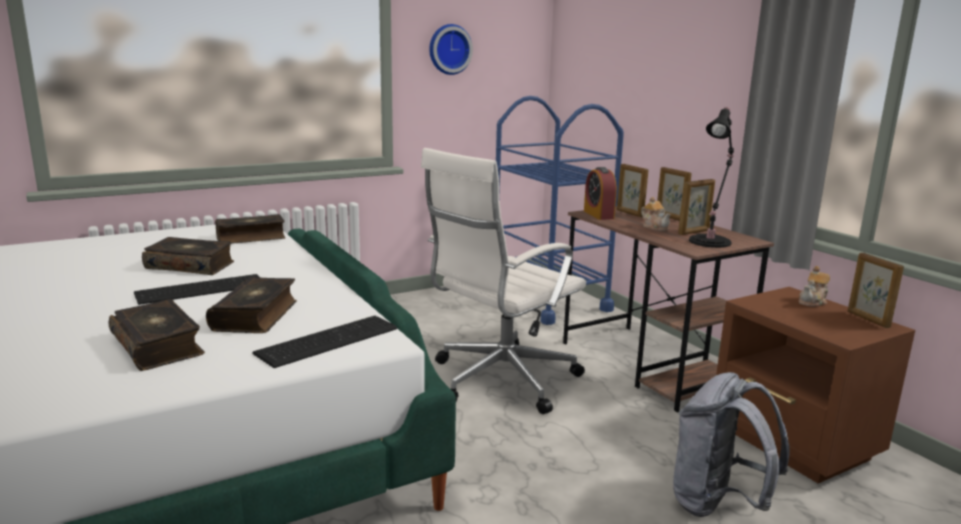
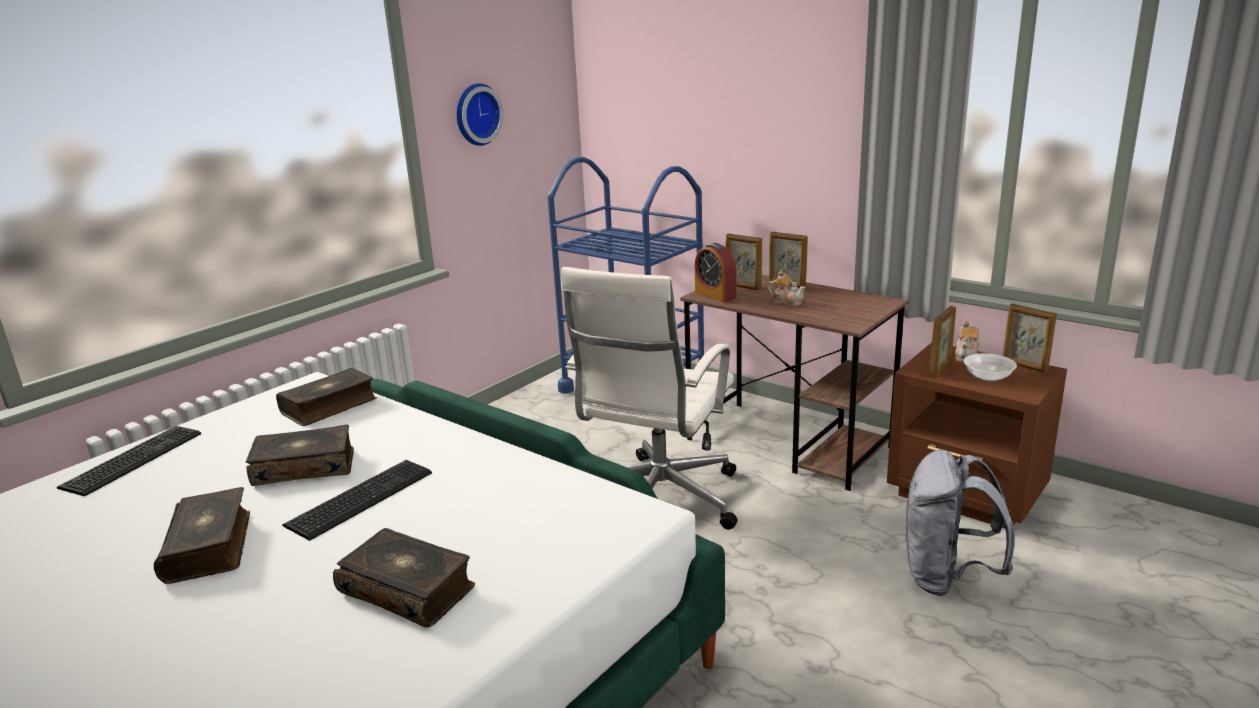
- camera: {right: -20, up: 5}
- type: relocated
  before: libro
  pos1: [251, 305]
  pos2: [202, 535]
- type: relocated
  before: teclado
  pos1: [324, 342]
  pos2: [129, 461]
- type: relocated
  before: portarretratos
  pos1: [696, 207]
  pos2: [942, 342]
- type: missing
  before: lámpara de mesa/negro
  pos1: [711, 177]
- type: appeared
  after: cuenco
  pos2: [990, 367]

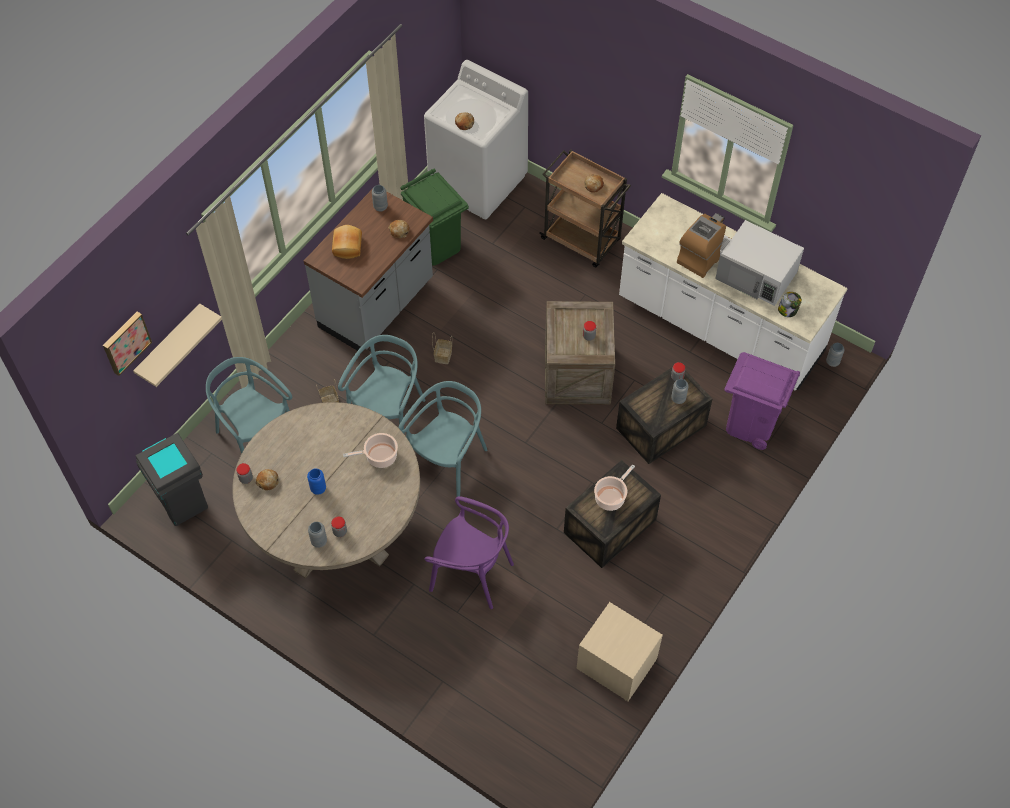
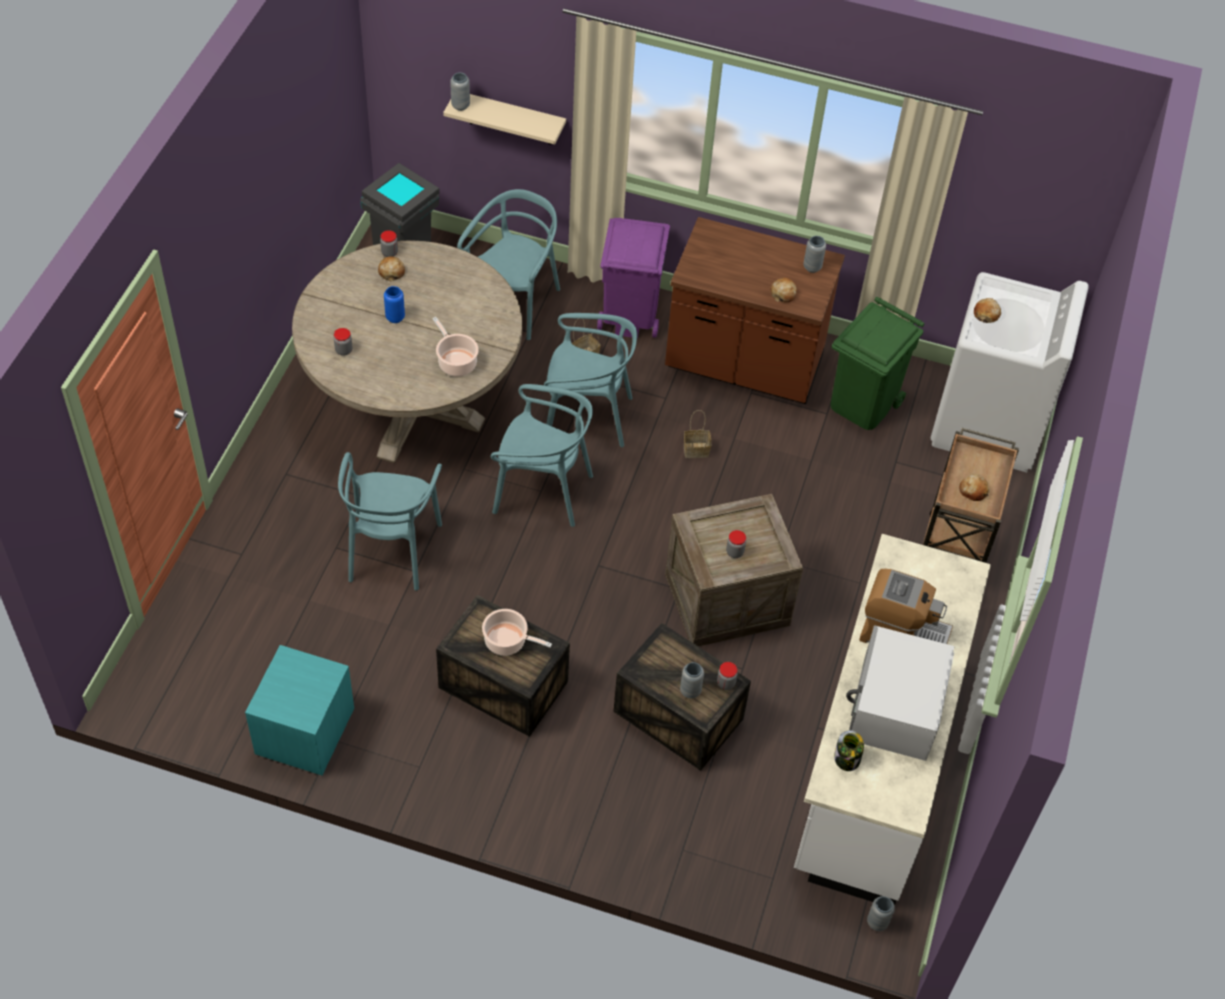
- camera: {right: 70, up: -5}
- type: missing
  before: cuadro
  pos1: [127, 344]
- type: colour
  before: mueble bajo de cocina/gris
  after: mueble bajo de cocina/marrón
  pos1: [368, 270]
  pos2: [755, 310]
- type: relocated
  before: florero/gris
  pos1: [317, 535]
  pos2: [460, 91]
- type: missing
  before: pan
  pos1: [347, 242]
- type: colour
  before: silla/morado
  after: silla/turquesa
  pos1: [469, 552]
  pos2: [390, 521]
- type: colour
  before: mesita de noche/beis
  after: mesita de noche/turquesa
  pos1: [620, 651]
  pos2: [299, 710]
- type: relocated
  before: papelera/morado
  pos1: [762, 401]
  pos2: [633, 278]

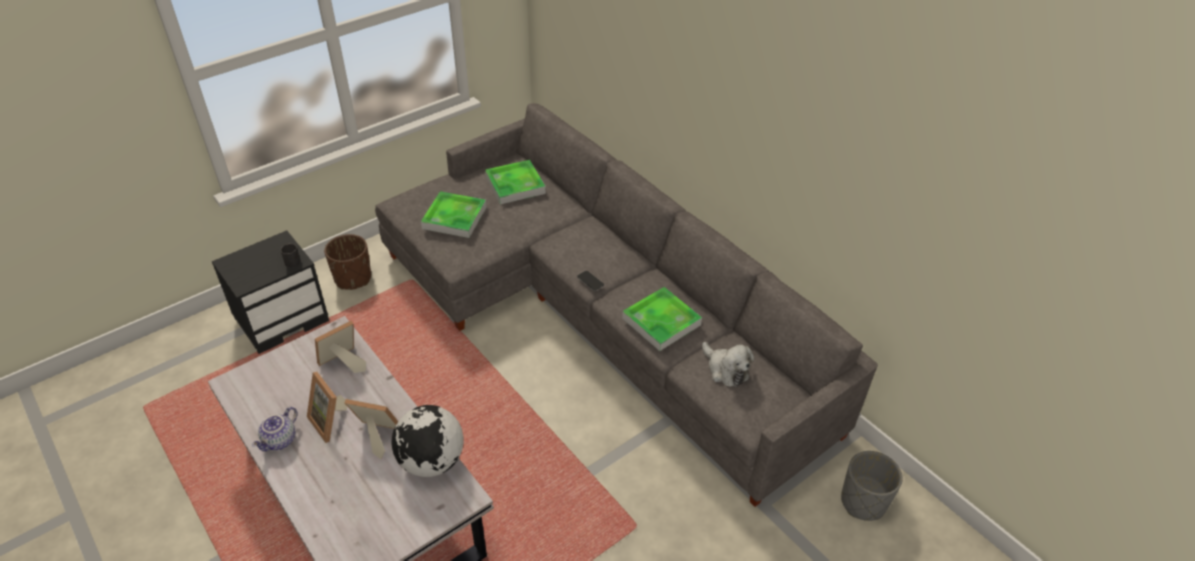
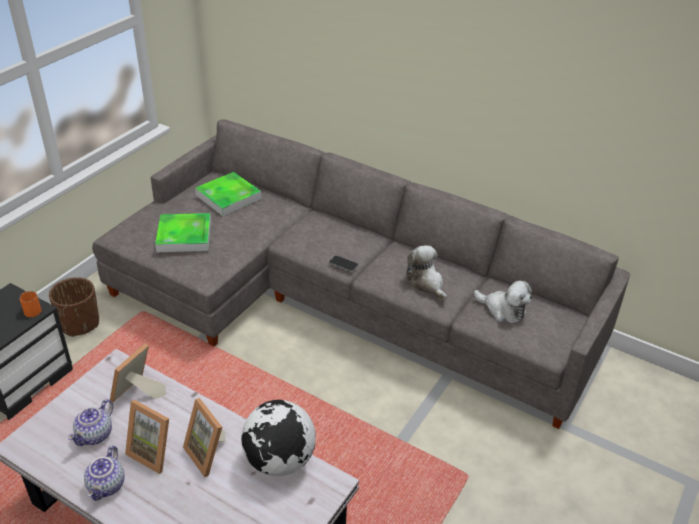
- camera: {right: -20, up: -5}
- type: colour
  before: taza grande/negro
  after: taza grande/naranja
  pos1: [291, 255]
  pos2: [30, 304]
- type: spun
  before: portarretratos
  pos1: [371, 429]
  pos2: [204, 437]
  turn: -120
- type: exchanged
  before: bandeja
  after: peluche
  pos1: [662, 319]
  pos2: [426, 272]
- type: missing
  before: maceta/gris
  pos1: [872, 486]
- type: appeared
  after: tetera
  pos2: [90, 422]

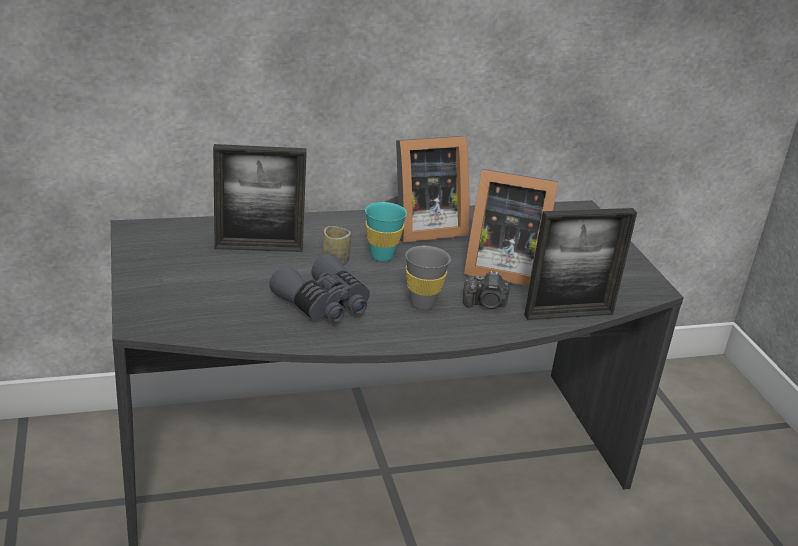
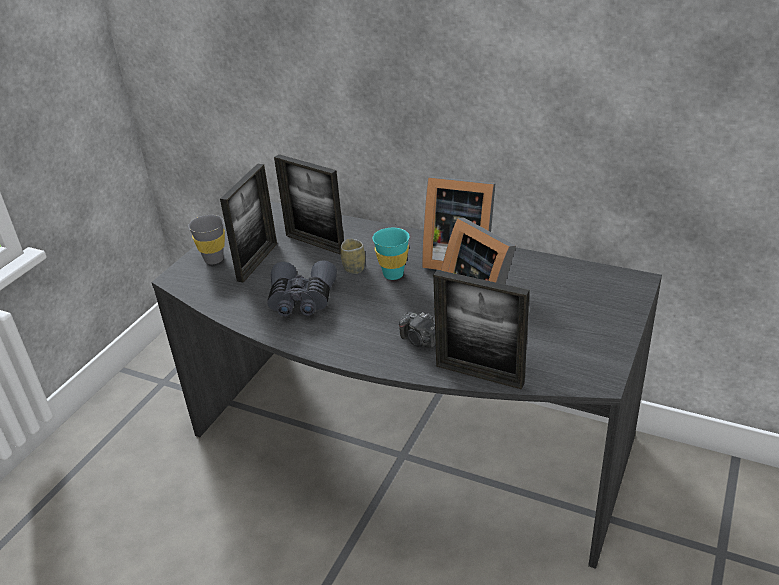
- camera: {right: 45, up: 5}
- type: relocated
  before: taza/gris
  pos1: [428, 278]
  pos2: [206, 239]
- type: appeared
  after: portarretratos
  pos2: [248, 223]

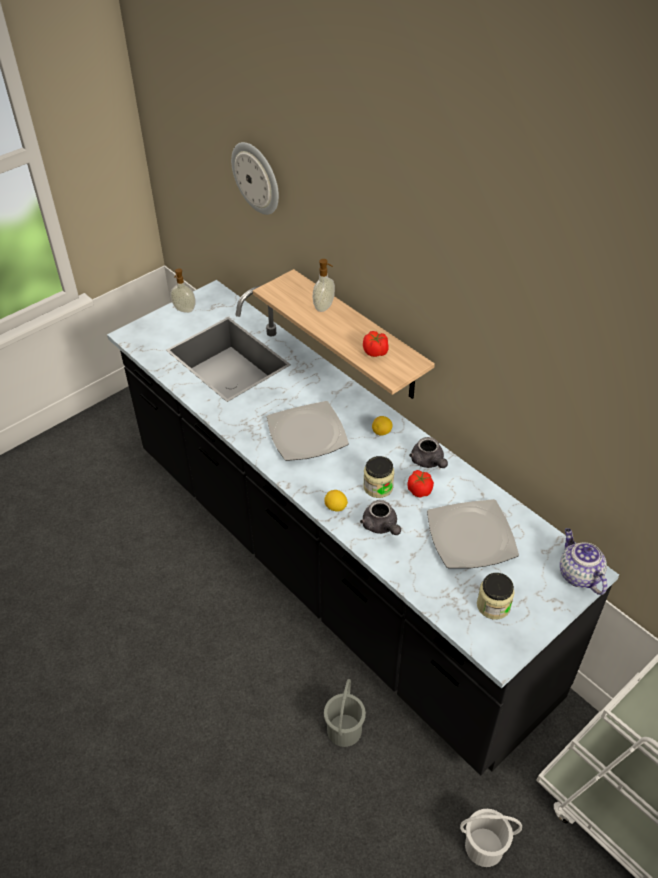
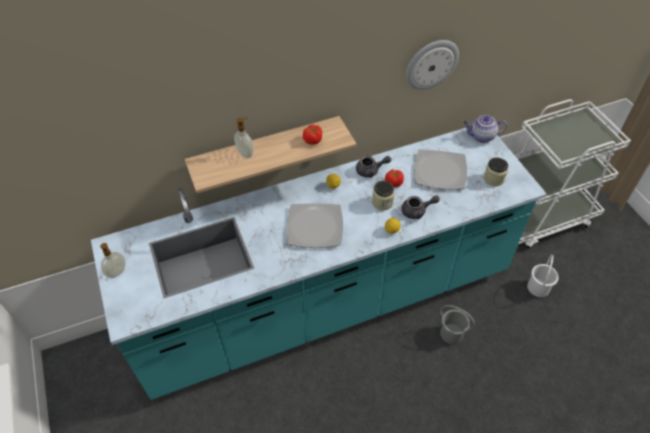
- camera: {right: -70, up: 5}
- type: colour
  before: mueble bajo de cocina/negro
  after: mueble bajo de cocina/turquesa
  pos1: [363, 527]
  pos2: [319, 264]
- type: relocated
  before: reloj de pared
  pos1: [255, 178]
  pos2: [432, 65]

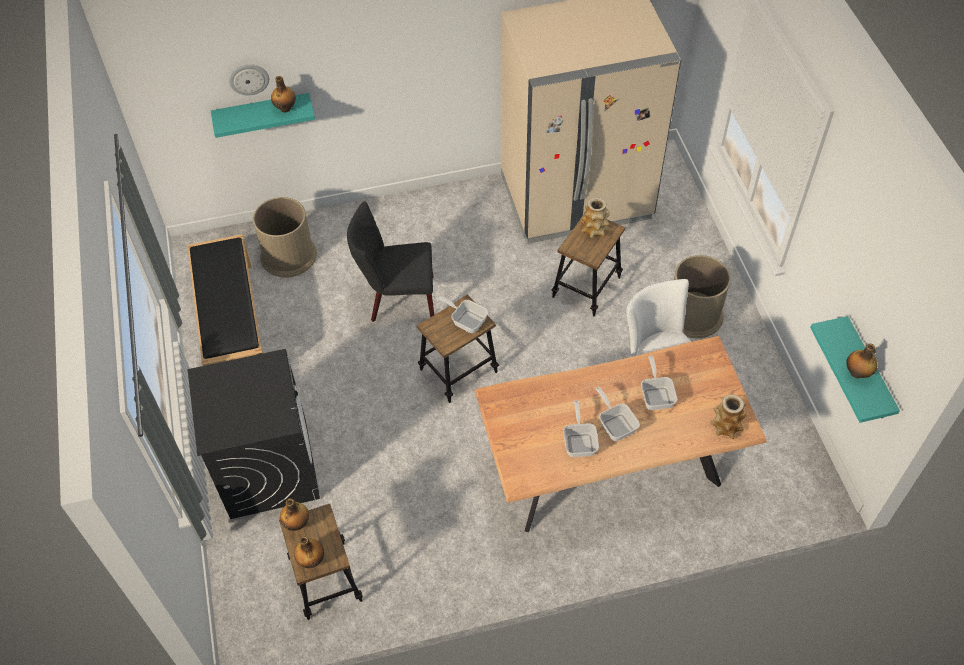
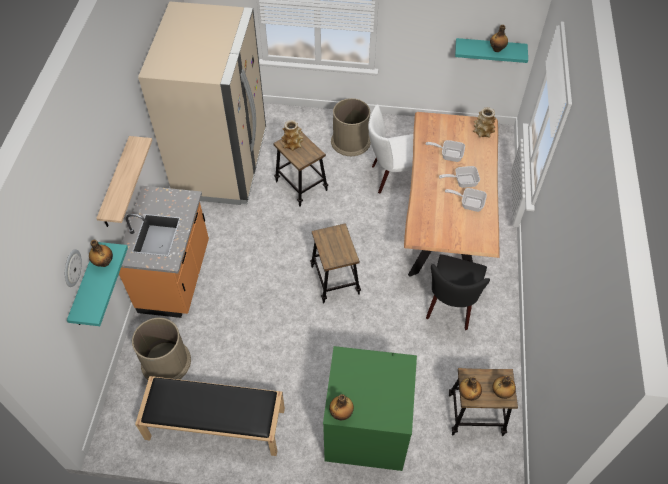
- camera: {right: -70, up: 0}
- type: colour
  before: lavadora/negro
  after: lavadora/verde
  pos1: [253, 434]
  pos2: [370, 408]
- type: relocated
  before: silla/negro
  pos1: [390, 261]
  pos2: [458, 292]
- type: missing
  before: sartén
  pos1: [462, 314]
- type: appeared
  after: estante
  pos2: [124, 181]
- type: appeared
  after: mueble bajo de cocina/naranja
  pos2: [164, 252]
- type: appeared
  after: botella
  pos2: [341, 407]

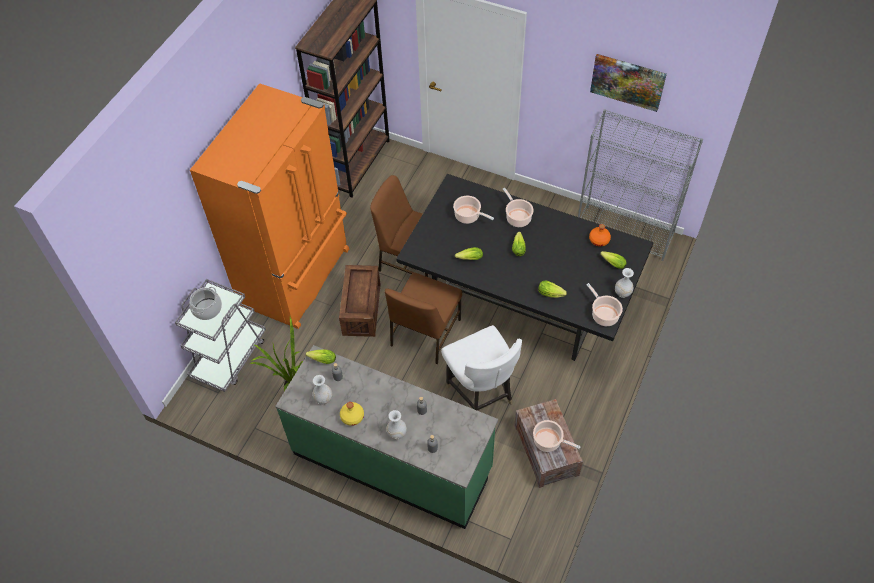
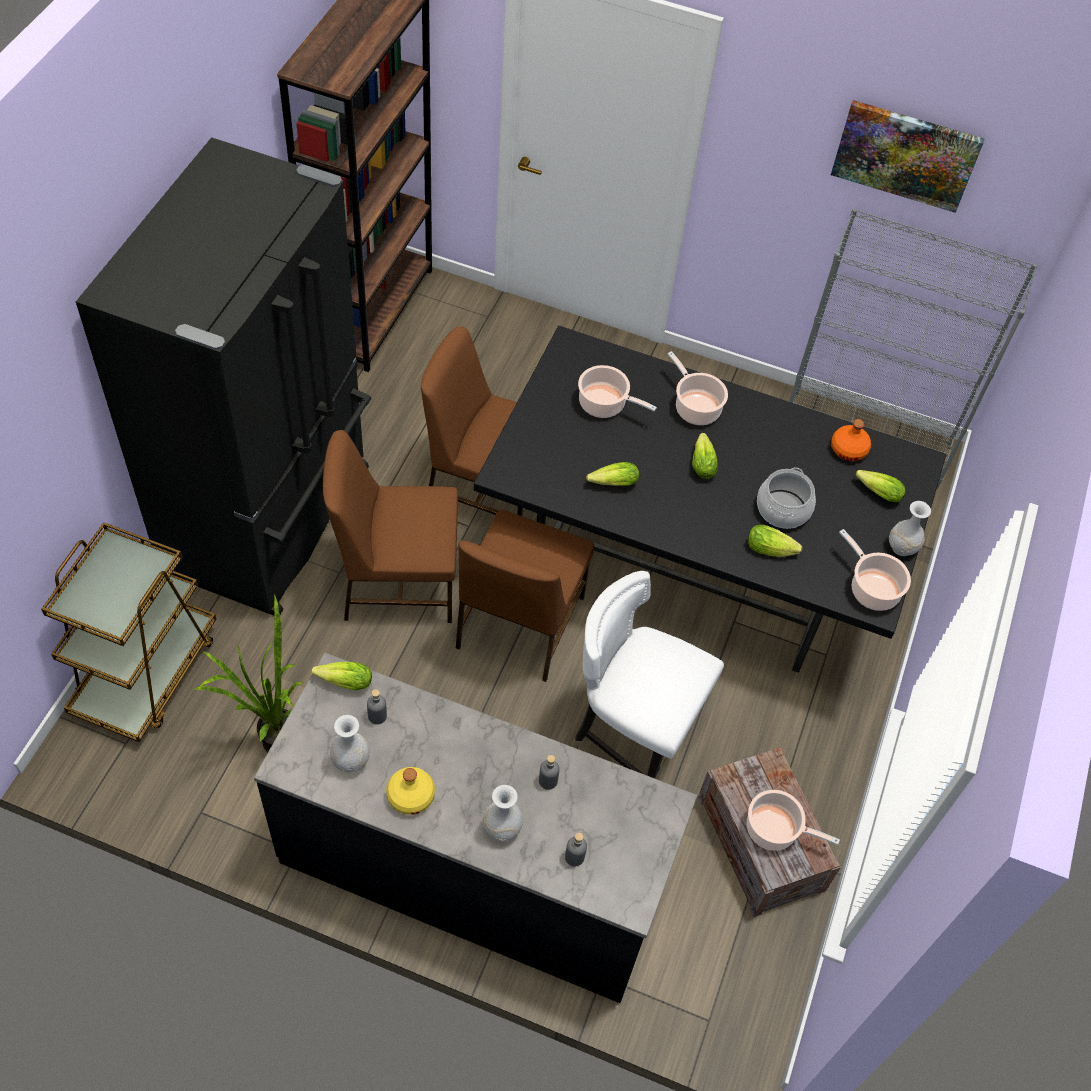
- camera: {right: -10, up: 0}
- type: colour
  before: carrito/gris
  after: carrito/marrón
  pos1: [220, 335]
  pos2: [128, 632]
- type: relocated
  before: olla
  pos1: [205, 303]
  pos2: [786, 498]
- type: colour
  before: nevera/naranja
  after: nevera/negro
  pos1: [269, 206]
  pos2: [223, 376]
- type: colour
  before: mueble bajo de cocina/verde
  after: mueble bajo de cocina/negro
  pos1: [386, 437]
  pos2: [476, 827]
- type: exchanged
  before: caja de embalaje
  after: silla/marrón
  pos1: [360, 301]
  pos2: [390, 526]
- type: spun
  before: silla/blanco
  pos1: [481, 367]
  pos2: [648, 674]
  turn: 150

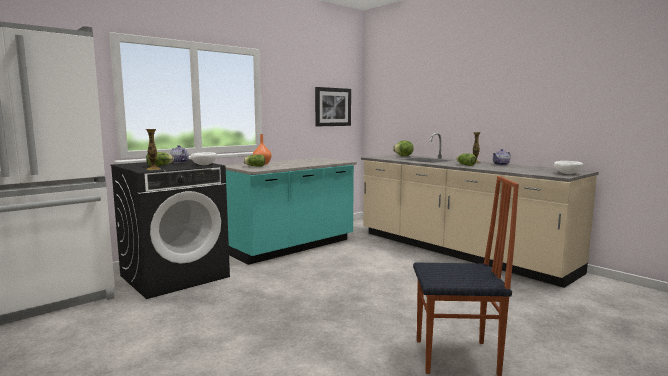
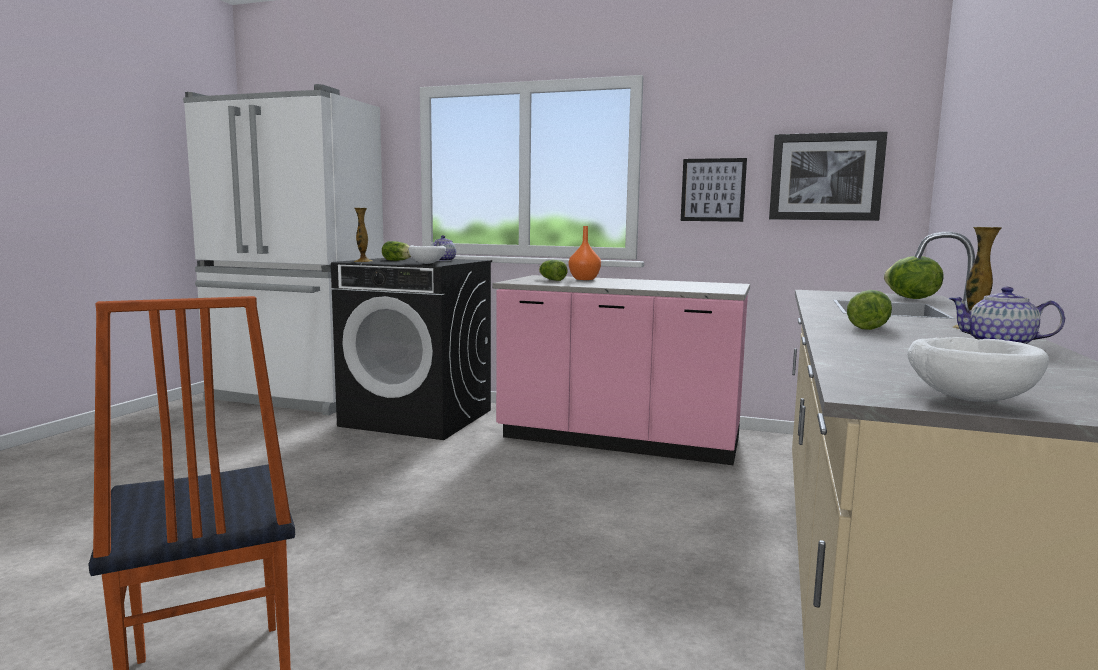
- camera: {right: 60, up: 0}
- type: colour
  before: mueble bajo de cocina/turquesa
  after: mueble bajo de cocina/rosa
  pos1: [291, 211]
  pos2: [621, 370]
- type: appeared
  after: cuadro
  pos2: [714, 190]

